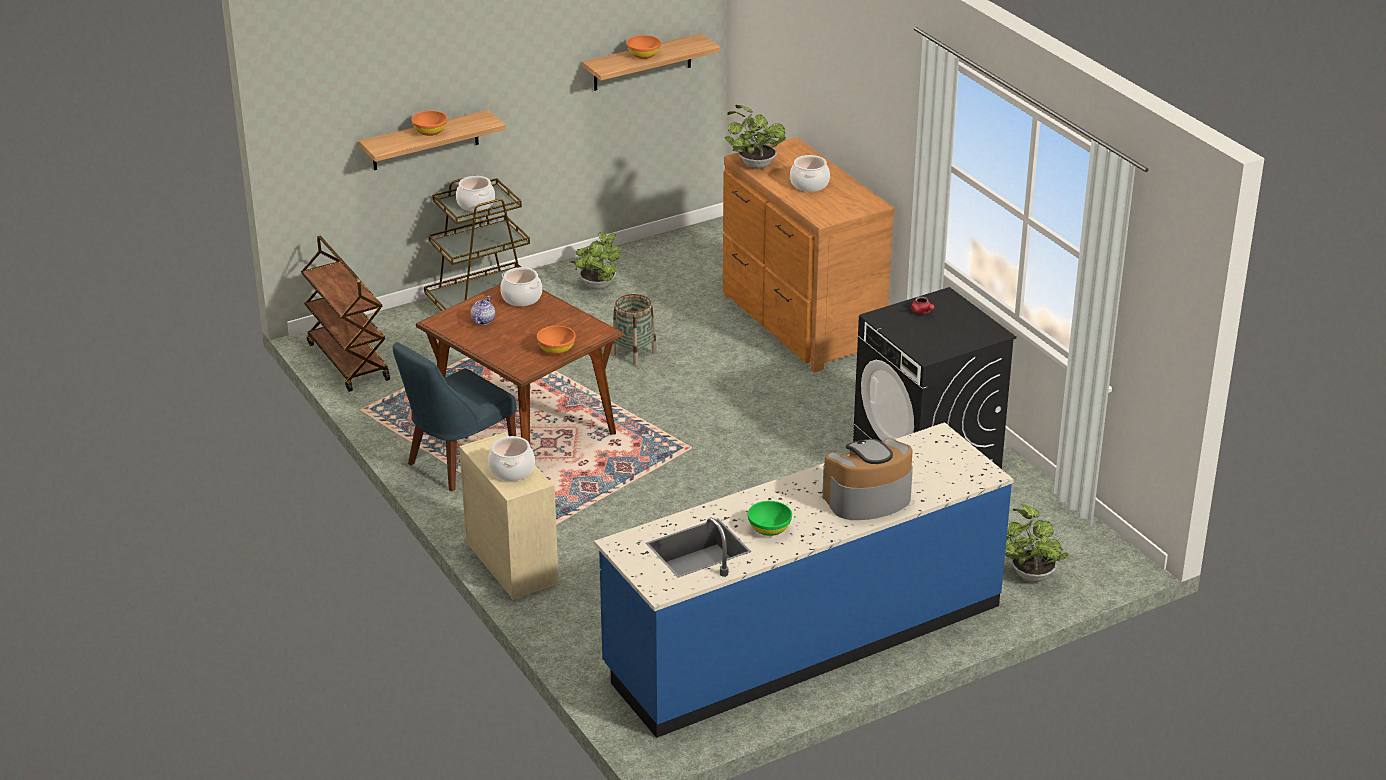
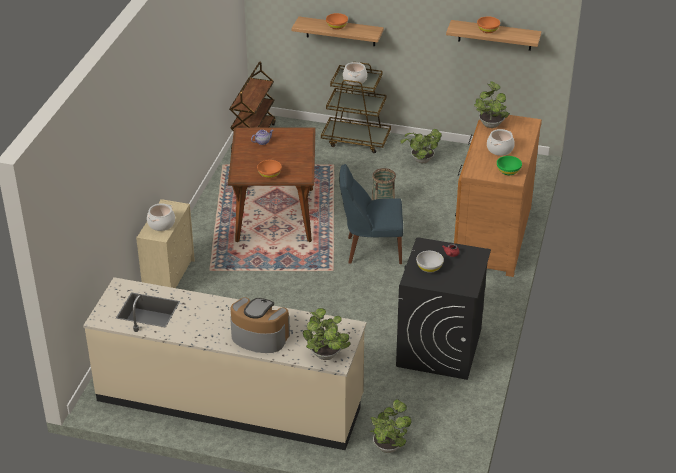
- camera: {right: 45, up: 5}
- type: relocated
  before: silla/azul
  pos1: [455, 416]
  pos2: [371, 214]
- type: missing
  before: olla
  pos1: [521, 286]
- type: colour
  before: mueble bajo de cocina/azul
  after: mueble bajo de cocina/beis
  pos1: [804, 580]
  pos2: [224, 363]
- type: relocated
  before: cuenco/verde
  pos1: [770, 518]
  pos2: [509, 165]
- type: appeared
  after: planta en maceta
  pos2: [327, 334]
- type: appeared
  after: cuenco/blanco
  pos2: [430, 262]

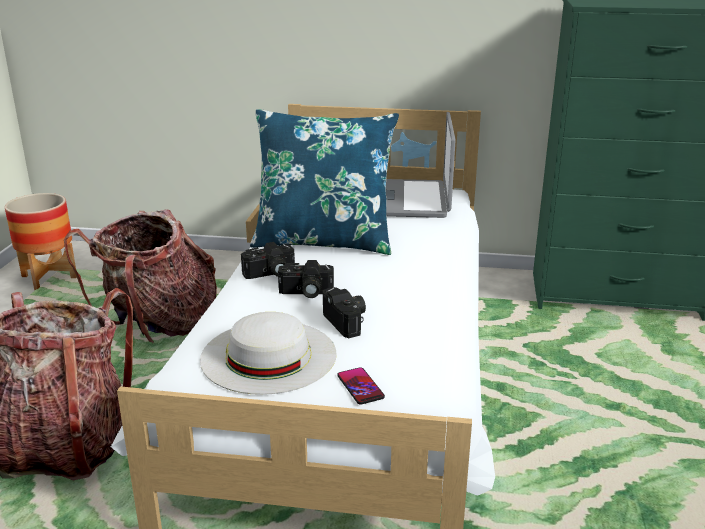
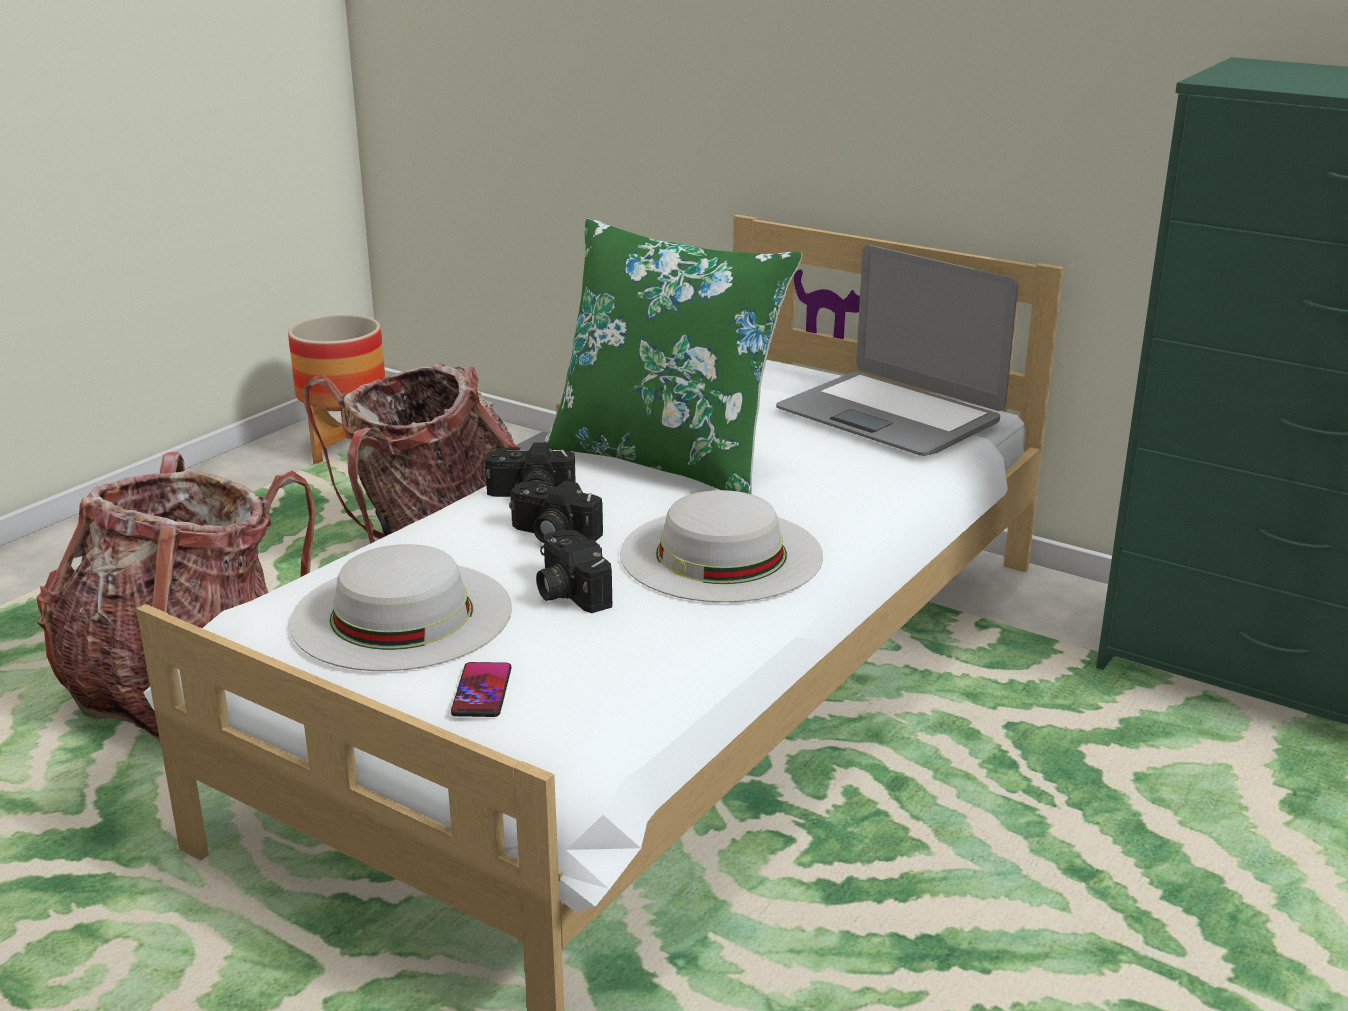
- camera: {right: 25, up: 0}
- type: colour
  before: cojín/azul
  after: cojín/verde
  pos1: [324, 182]
  pos2: [673, 356]
- type: spun
  before: cámara
  pos1: [344, 312]
  pos2: [574, 571]
  turn: 150
- type: spun
  before: portátil
  pos1: [421, 165]
  pos2: [897, 350]
  turn: -75
- type: appeared
  after: sombrero/blanco
  pos2: [721, 546]

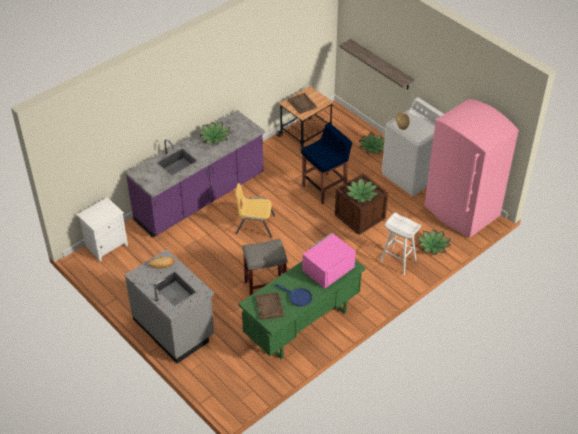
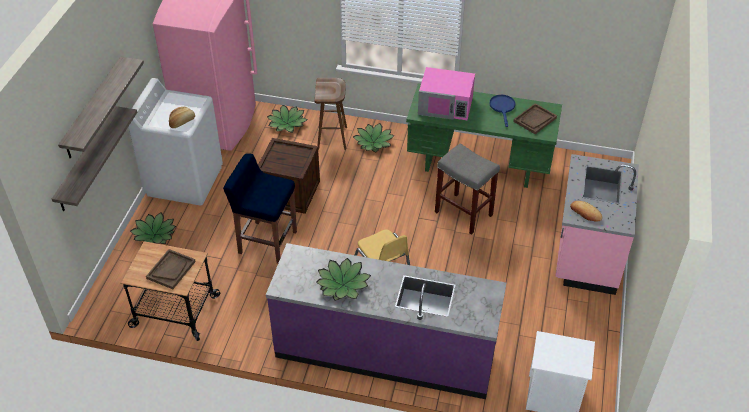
- camera: {right: -125, up: 0}
- type: colour
  before: mueble bajo de cocina/gris
  after: mueble bajo de cocina/rosa
  pos1: [169, 306]
  pos2: [597, 224]
- type: relocated
  before: planta en maceta
  pos1: [362, 190]
  pos2: [373, 138]
- type: colour
  before: taburete/blanco
  after: taburete/marrón
  pos1: [400, 244]
  pos2: [331, 114]
- type: appeared
  after: estante
  pos2: [101, 107]

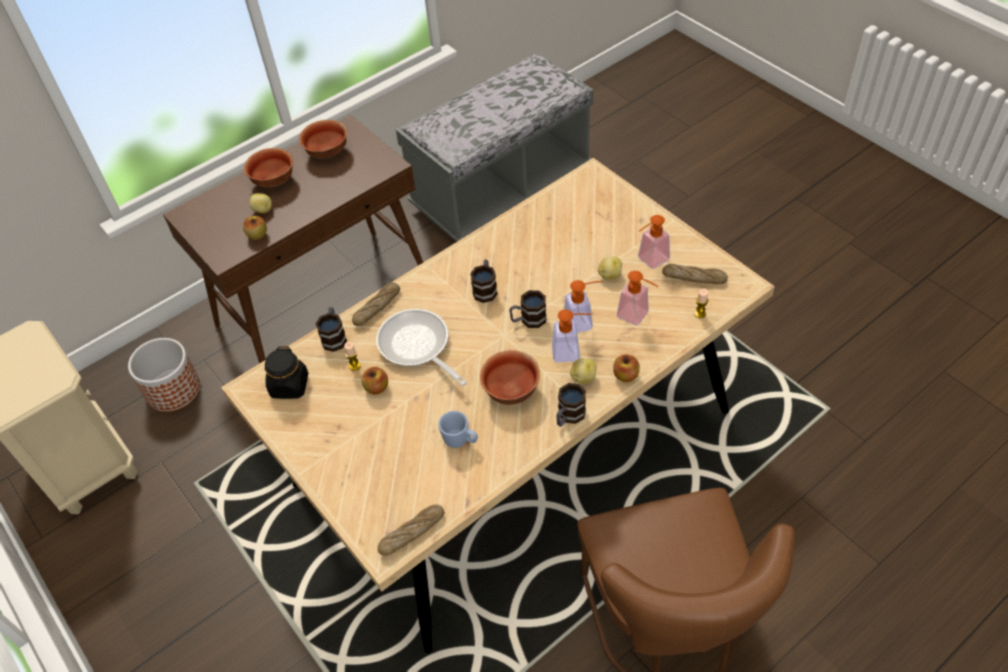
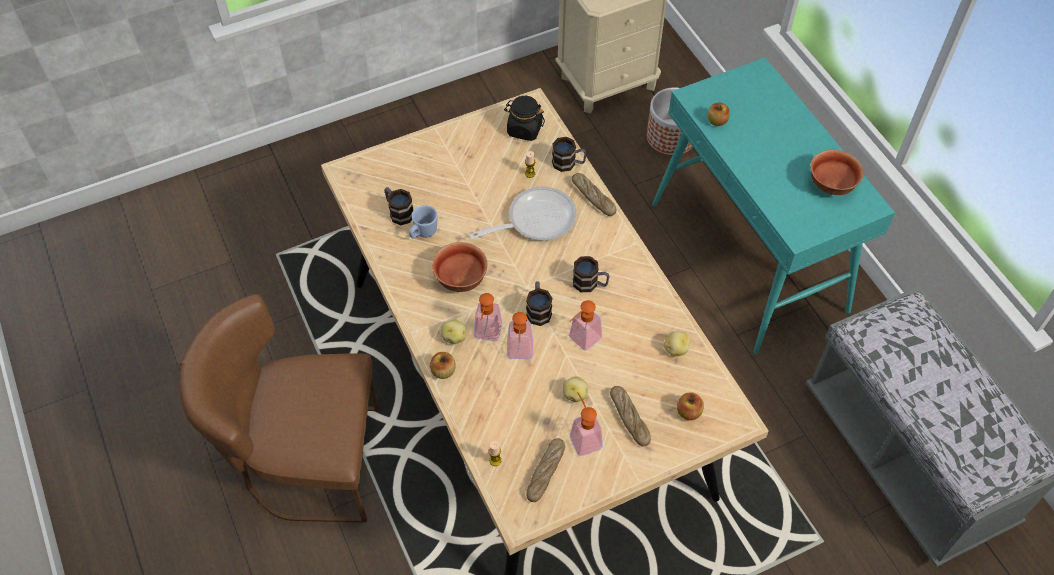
- camera: {right: 100, up: 5}
- type: colour
  before: mesa consola/marrón
  after: mesa consola/turquesa
  pos1: [293, 239]
  pos2: [773, 206]
- type: missing
  before: cuenco
  pos1: [268, 167]
- type: relocated
  before: patata
  pos1: [261, 203]
  pos2: [677, 343]
- type: relocated
  before: manzana
  pos1: [375, 381]
  pos2: [690, 406]
- type: relocated
  before: pan
  pos1: [411, 530]
  pos2: [630, 416]
- type: relocated
  before: taza grande
  pos1: [571, 405]
  pos2: [399, 206]
- type: relocated
  before: dispensador de jabón
  pos1: [637, 298]
  pos2: [585, 325]

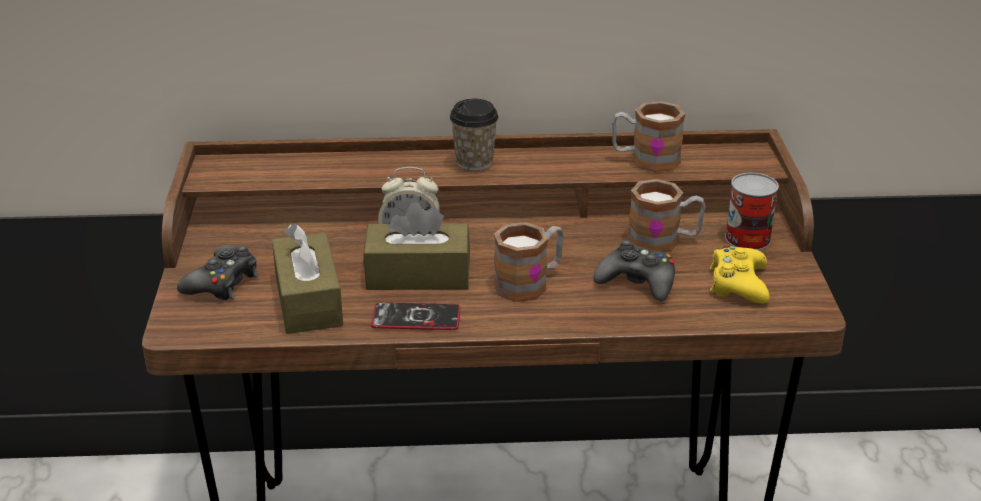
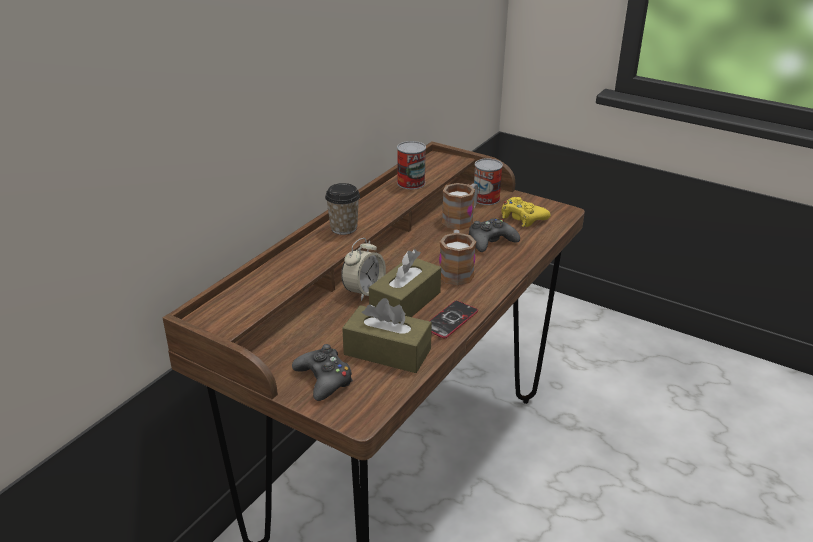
- camera: {right: -55, up: 0}
- type: exchanged
  before: taza grande
  after: lata
  pos1: [649, 136]
  pos2: [411, 165]

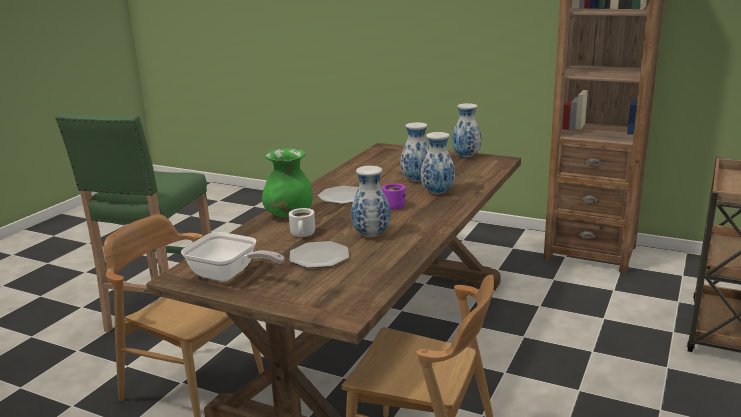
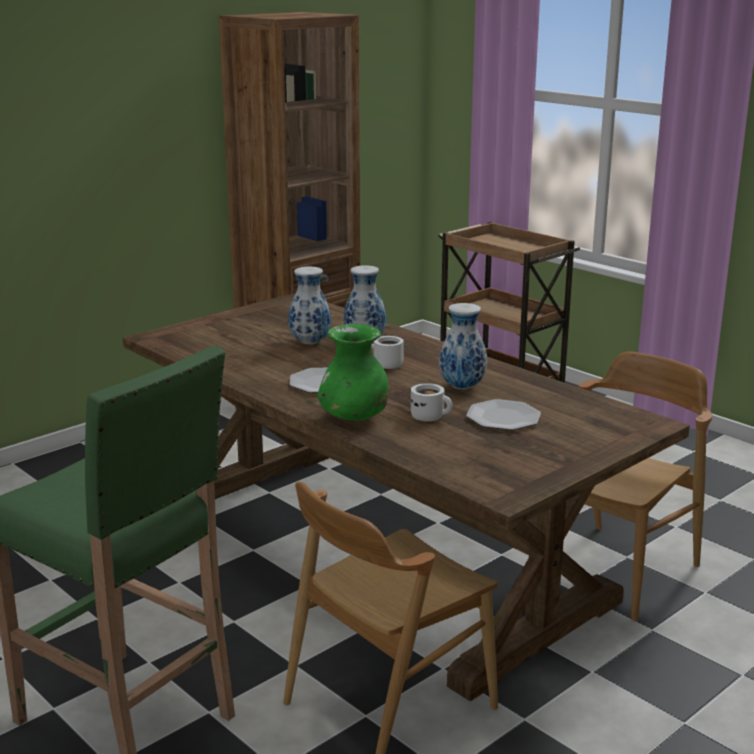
- camera: {right: -70, up: 0}
- type: missing
  before: sartén
  pos1: [232, 256]
- type: colour
  before: taza grande/morado
  after: taza grande/blanco
  pos1: [393, 197]
  pos2: [387, 352]
- type: missing
  before: florero
  pos1: [467, 130]

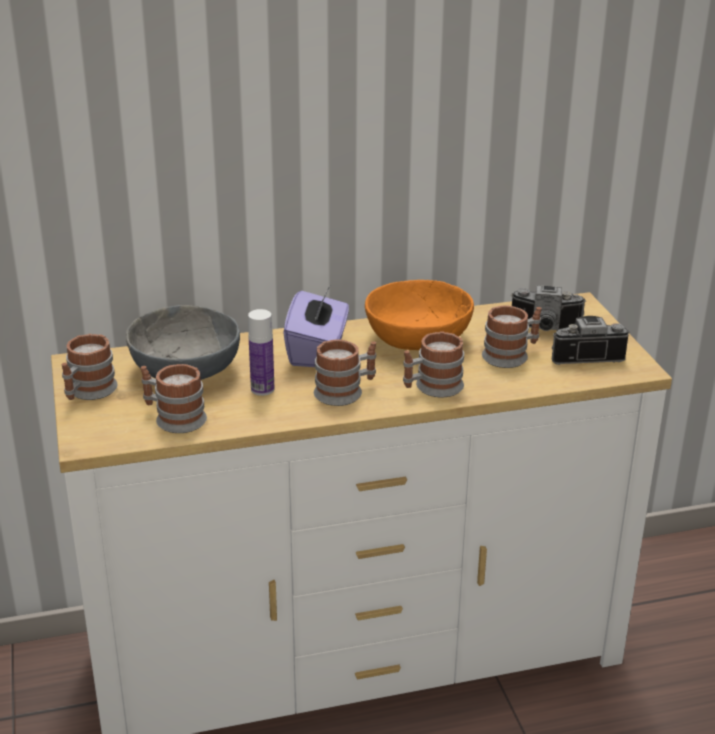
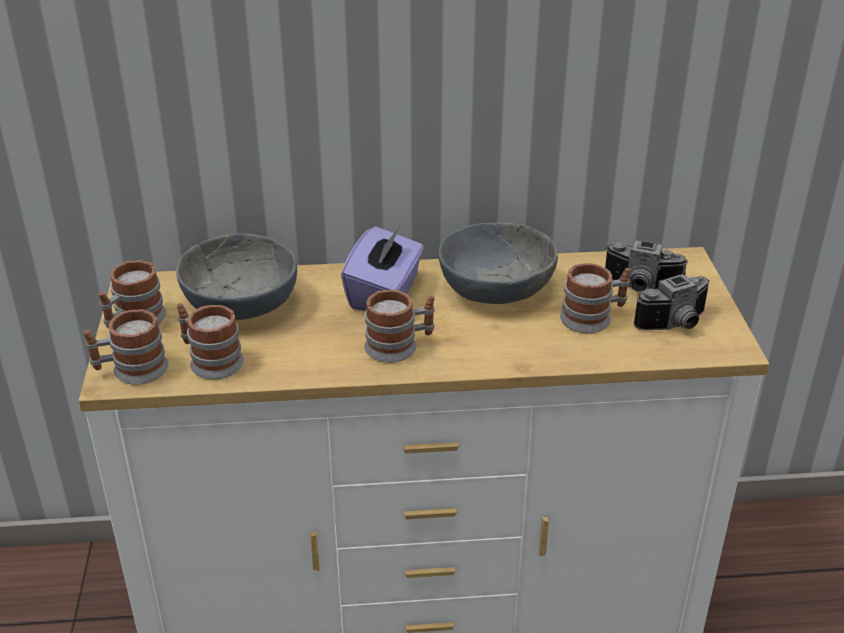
- camera: {right: 10, up: 5}
- type: missing
  before: botella
  pos1: [261, 352]
- type: colour
  before: cuenco/naranja
  after: cuenco/gris
  pos1: [419, 315]
  pos2: [498, 263]
- type: relocated
  before: taza grande
  pos1: [433, 364]
  pos2: [126, 347]
- type: spun
  before: cámara
  pos1: [591, 340]
  pos2: [671, 302]
  turn: 150

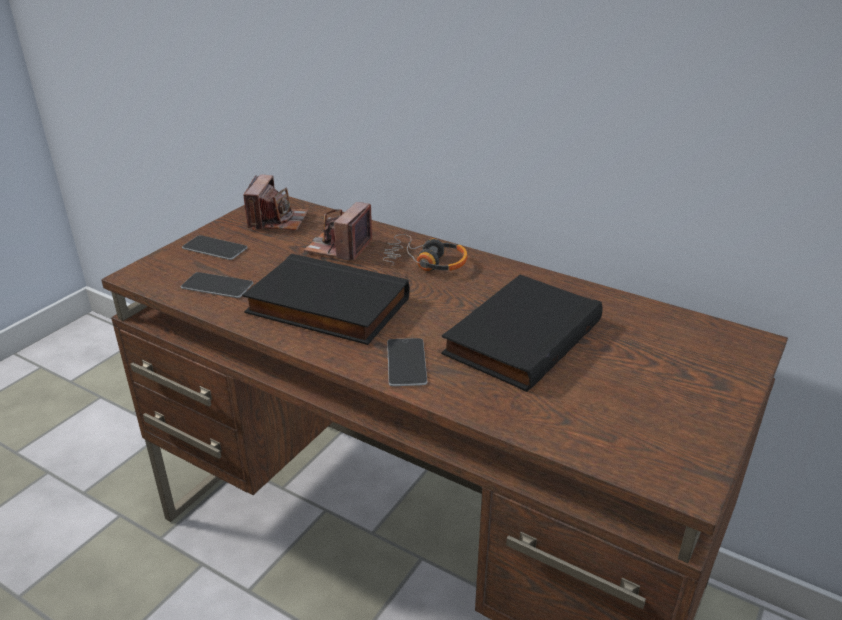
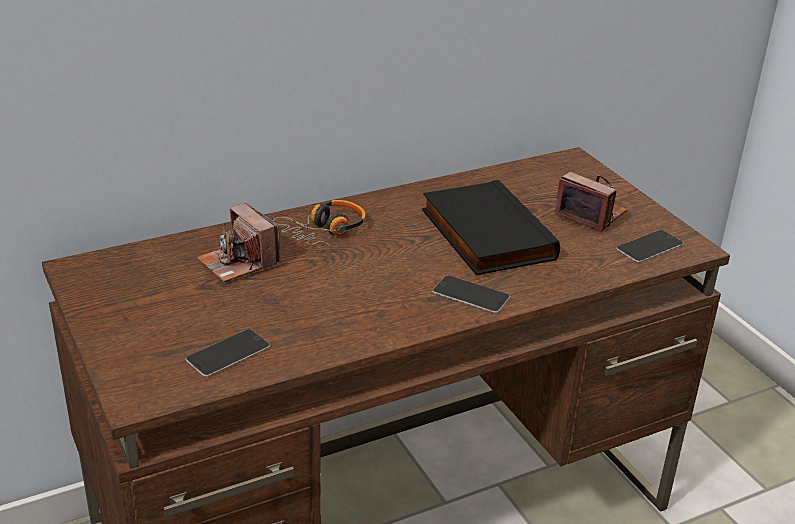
- camera: {right: -60, up: 0}
- type: relocated
  before: móvil
  pos1: [215, 247]
  pos2: [650, 246]
- type: missing
  before: libro/negro
  pos1: [325, 299]
- type: relocated
  before: cámara
  pos1: [275, 202]
  pos2: [591, 202]

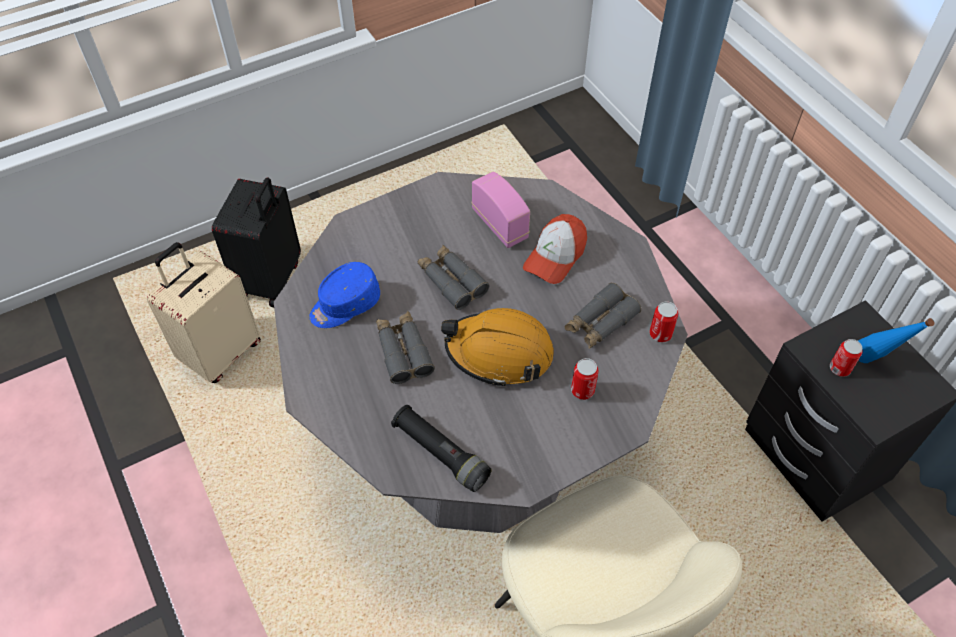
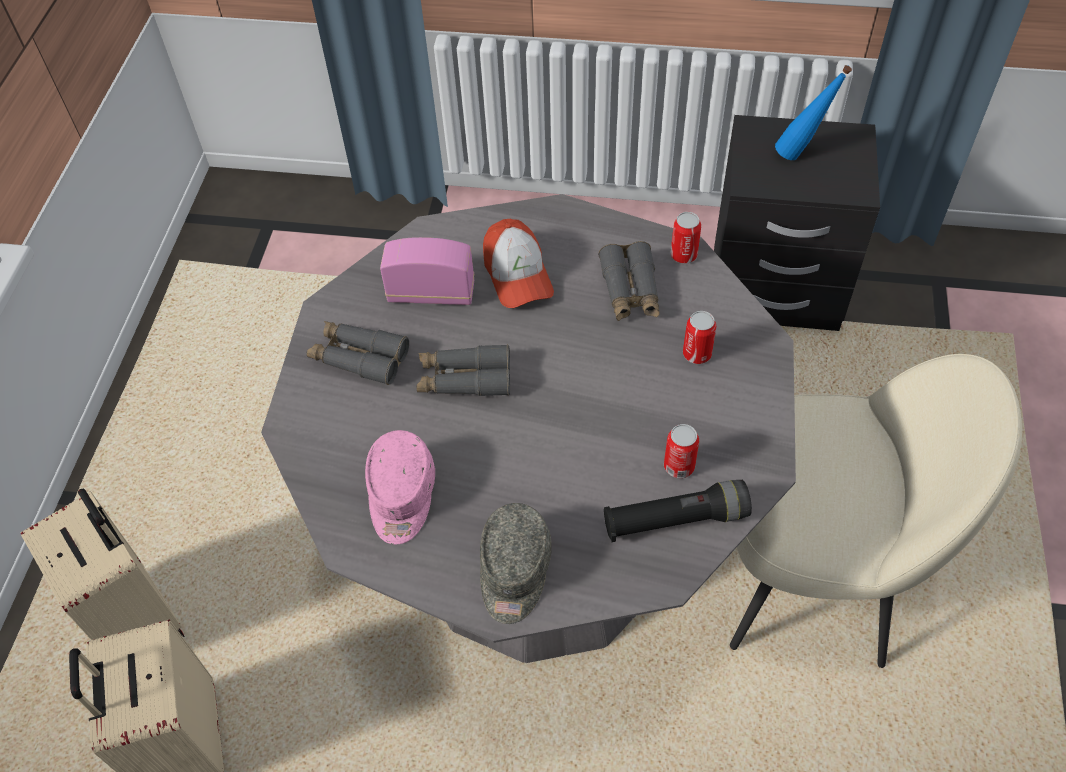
- camera: {right: -50, up: 0}
- type: colour
  before: maleta/negro
  after: maleta/beis
  pos1: [256, 242]
  pos2: [103, 564]
- type: colour
  before: gorra/azul
  after: gorra/rosa
  pos1: [344, 295]
  pos2: [400, 487]
- type: relocated
  before: prismáticos/gris
  pos1: [405, 347]
  pos2: [358, 353]
- type: missing
  before: casco/naranja
  pos1: [497, 347]
- type: relocated
  before: lata
  pos1: [846, 358]
  pos2: [681, 451]
- type: appeared
  after: gorra/gris
  pos2: [516, 563]

